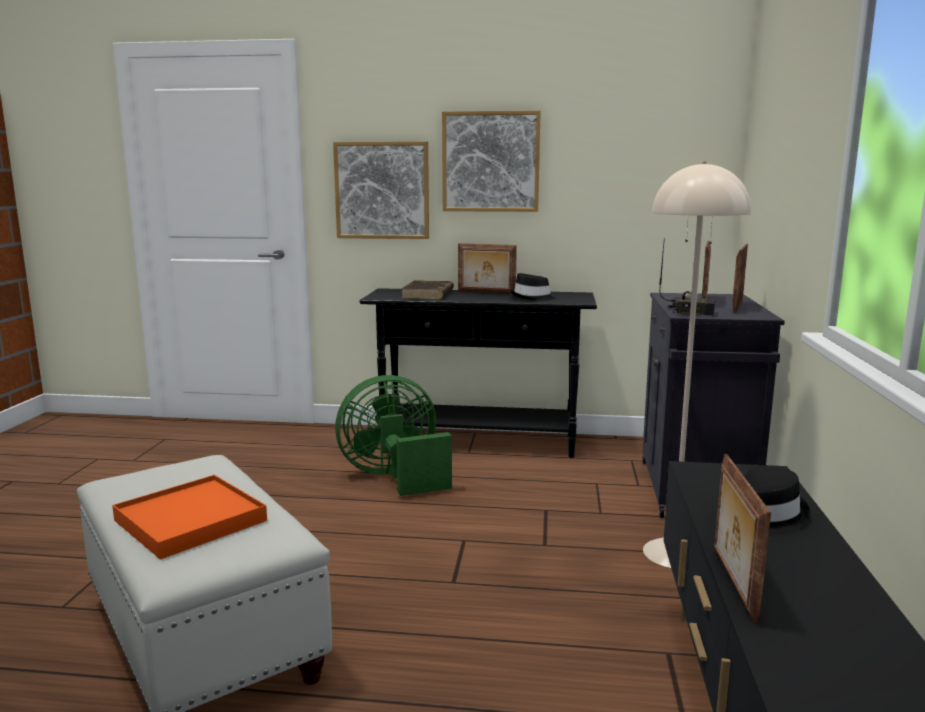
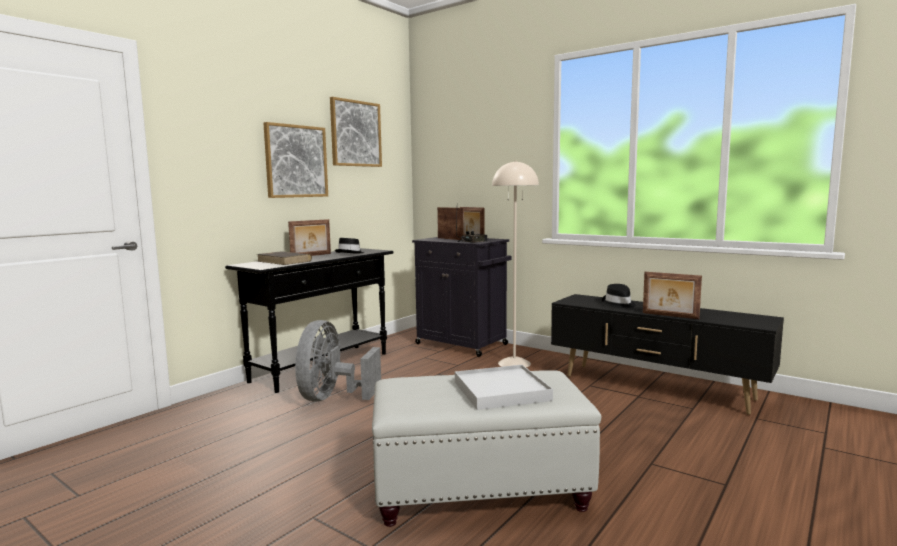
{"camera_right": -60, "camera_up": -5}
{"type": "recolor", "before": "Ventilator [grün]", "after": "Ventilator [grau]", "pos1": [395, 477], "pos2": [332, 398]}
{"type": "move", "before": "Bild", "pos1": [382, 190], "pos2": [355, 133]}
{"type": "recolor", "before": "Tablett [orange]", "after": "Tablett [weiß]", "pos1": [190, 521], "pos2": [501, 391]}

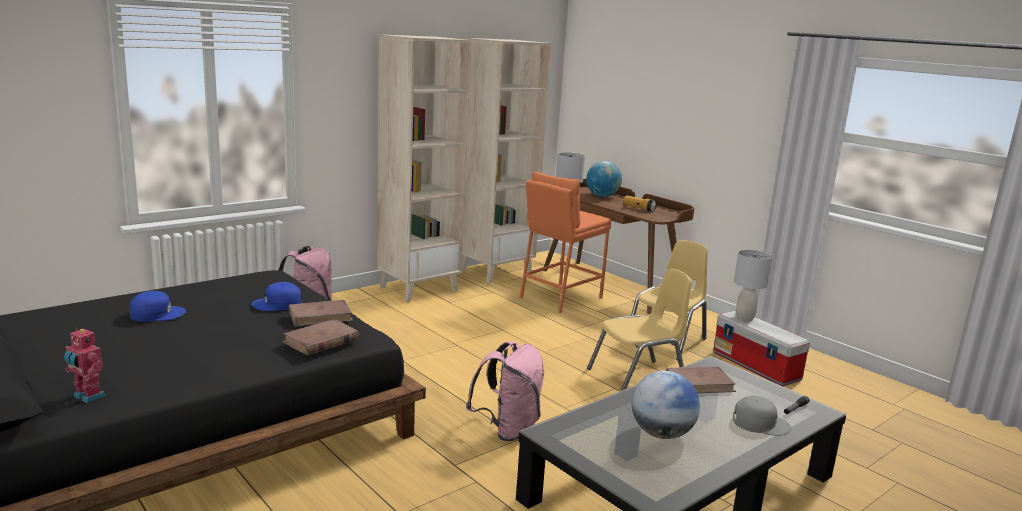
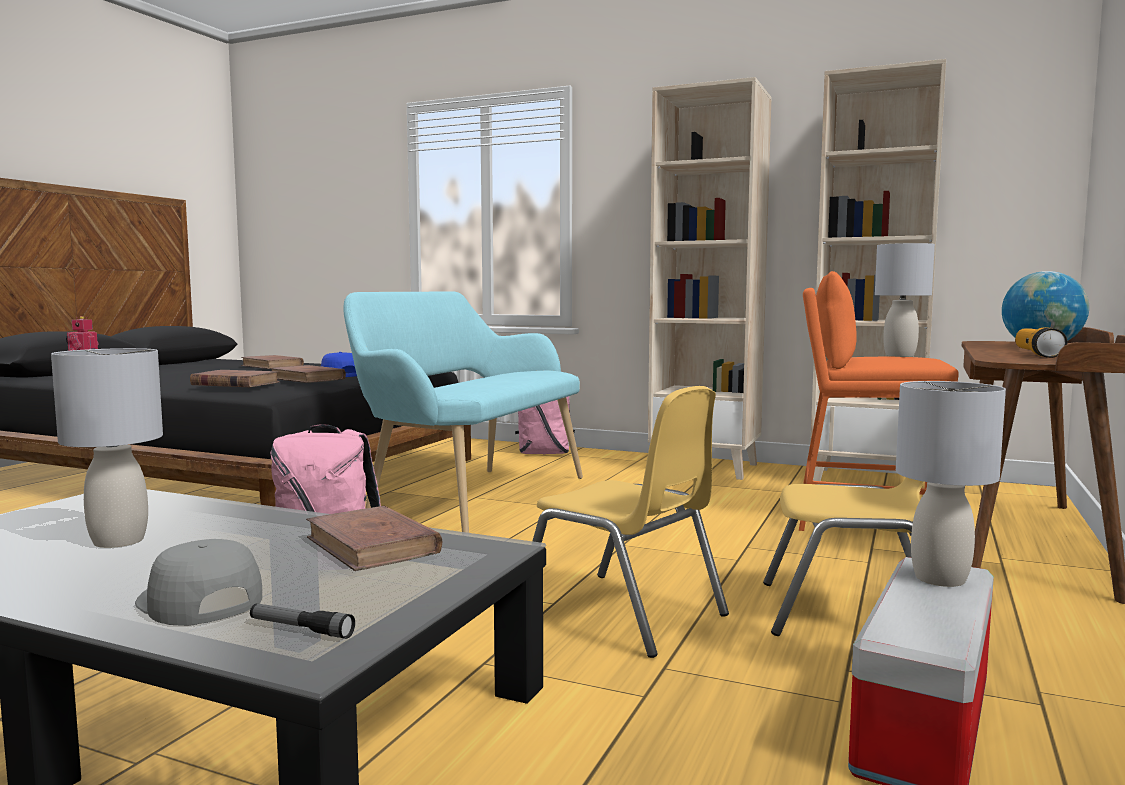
{"camera_right": 65, "camera_up": -10}
{"type": "replace", "before": "Globus", "after": "Tischlampe [grau]", "pos1": [661, 434], "pos2": [119, 540]}
{"type": "rotate", "before": "Kappe [grau]", "pos1": [760, 423], "pos2": [197, 601], "turn": 150}
{"type": "replace", "before": "Kappe [blau]", "after": "Buch [braun]", "pos1": [157, 313], "pos2": [272, 366]}
{"type": "insert", "after": "Bank [türkis]", "pos2": [471, 499]}

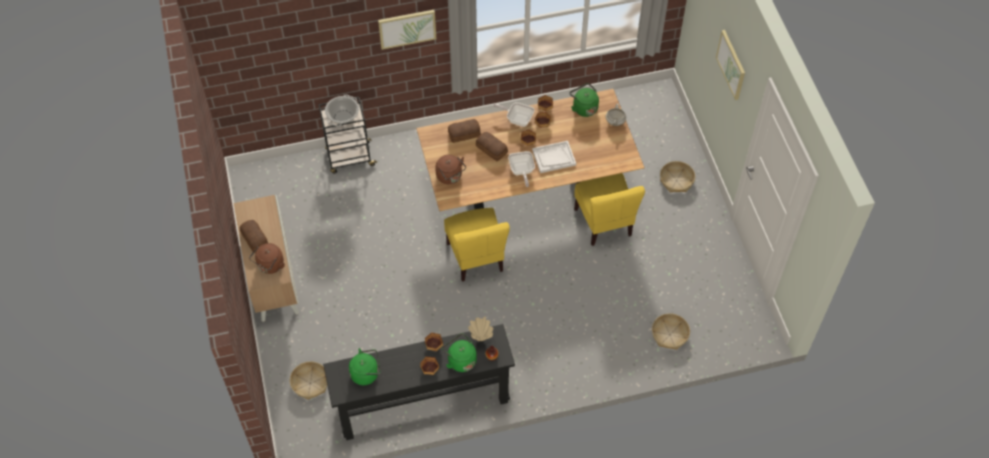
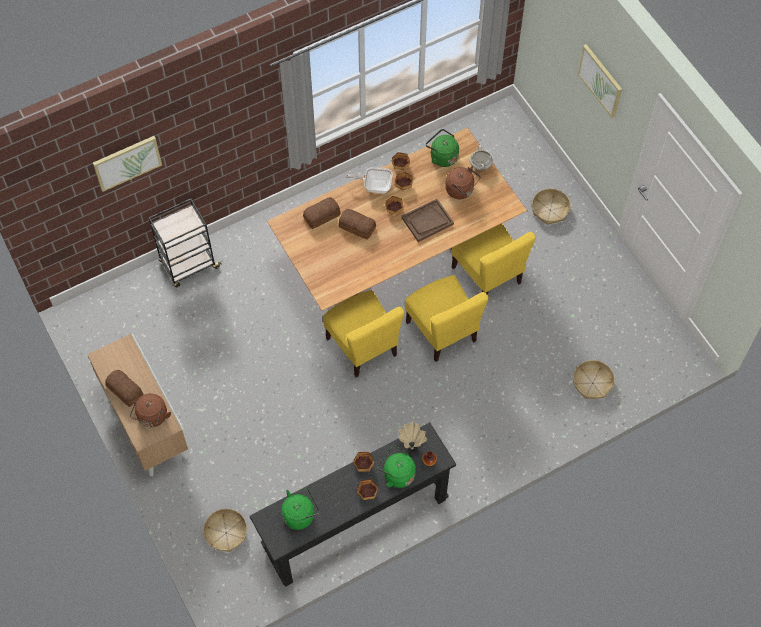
{"camera_right": -15, "camera_up": 5}
{"type": "move", "before": "Bild", "pos1": [407, 28], "pos2": [127, 162]}
{"type": "recolor", "before": "Tablett [weiß]", "after": "Tablett [braun]", "pos1": [554, 158], "pos2": [427, 221]}
{"type": "insert", "after": "Stuhl [gelb]", "pos2": [442, 331]}
{"type": "move", "before": "Wasserkessel [braun]", "pos1": [450, 177], "pos2": [461, 190]}
{"type": "delete", "before": "Kochtopf", "pos1": [343, 117]}
{"type": "delete", "before": "Pfanne", "pos1": [521, 171]}

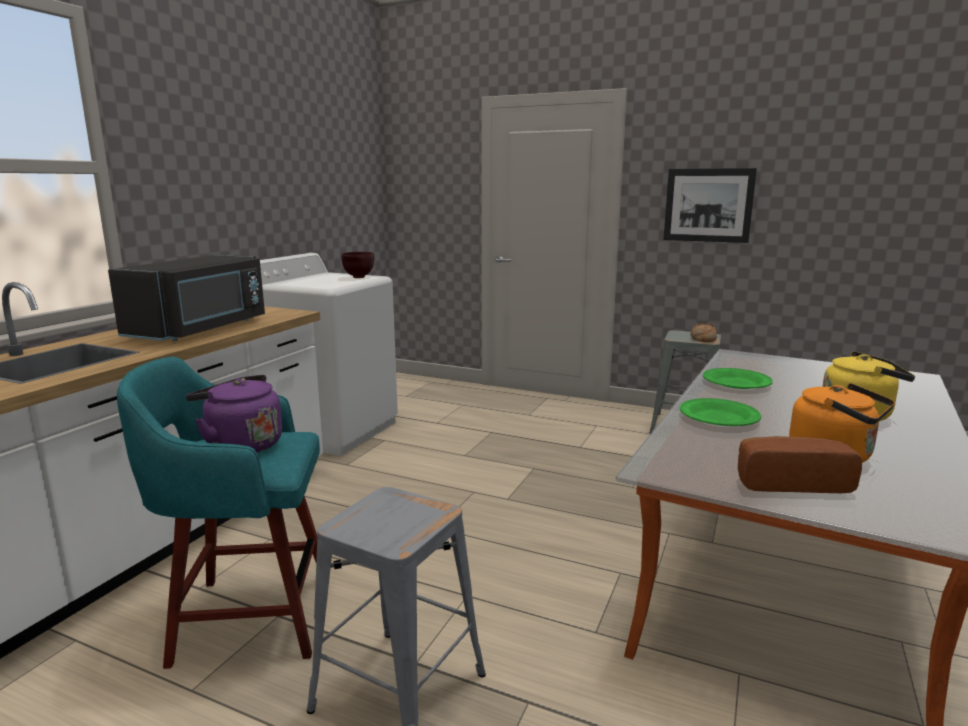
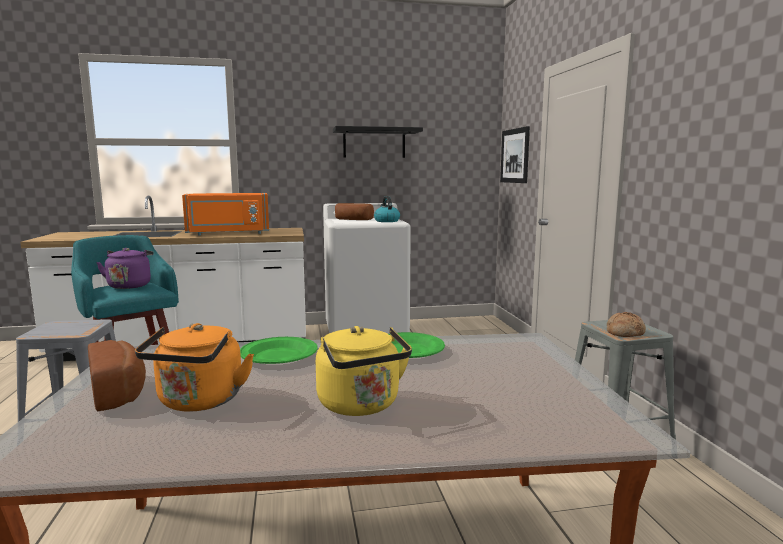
{"camera_right": 55, "camera_up": -5}
{"type": "recolor", "before": "Mikrowelle [schwarz]", "after": "Mikrowelle [orange]", "pos1": [201, 329], "pos2": [228, 233]}
{"type": "insert", "after": "Wandregal [schwarz]", "pos2": [374, 143]}
{"type": "insert", "after": "Brot", "pos2": [352, 219]}
{"type": "replace", "before": "Schüssel [braun]", "after": "Wasserkessel", "pos1": [358, 277], "pos2": [386, 221]}
{"type": "move", "before": "Bild", "pos1": [708, 205], "pos2": [515, 156]}

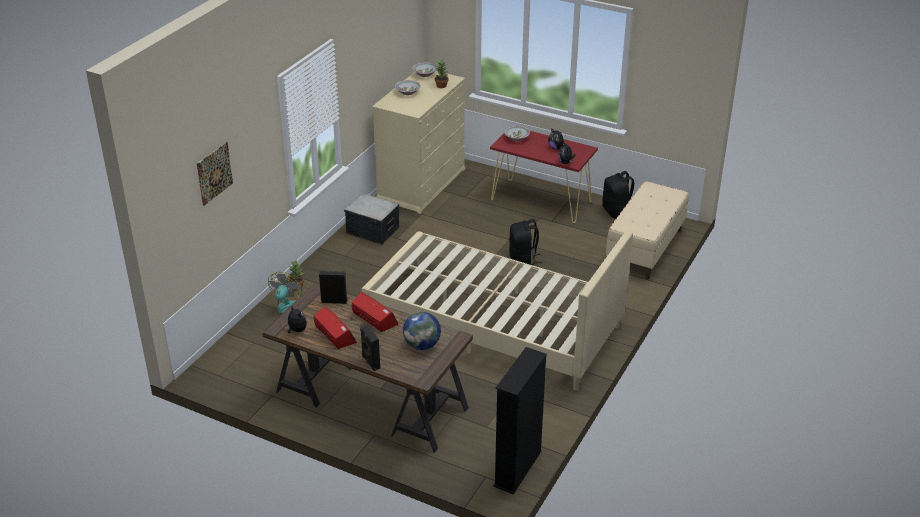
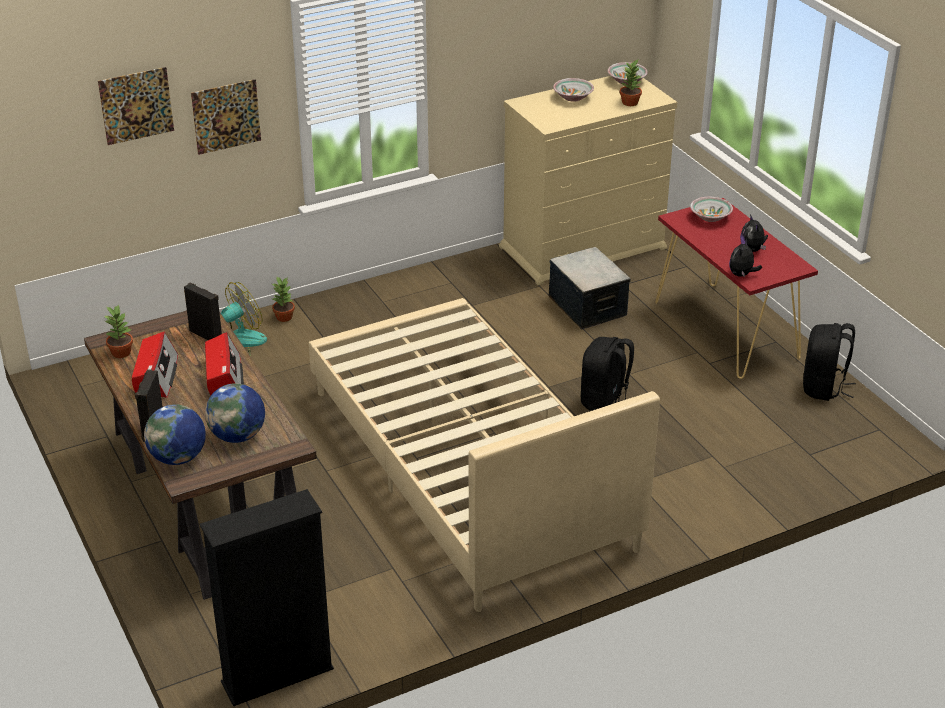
{"camera_right": 35, "camera_up": 0}
{"type": "replace", "before": "Plüschtier", "after": "Topfpflanze", "pos1": [296, 330], "pos2": [121, 352]}
{"type": "insert", "after": "Globus", "pos2": [178, 458]}
{"type": "insert", "after": "Bild", "pos2": [226, 116]}
{"type": "move", "before": "Aufbewahrungsbox", "pos1": [373, 231], "pos2": [588, 306]}
{"type": "delete", "before": "Bank [beige]", "pos1": [645, 249]}

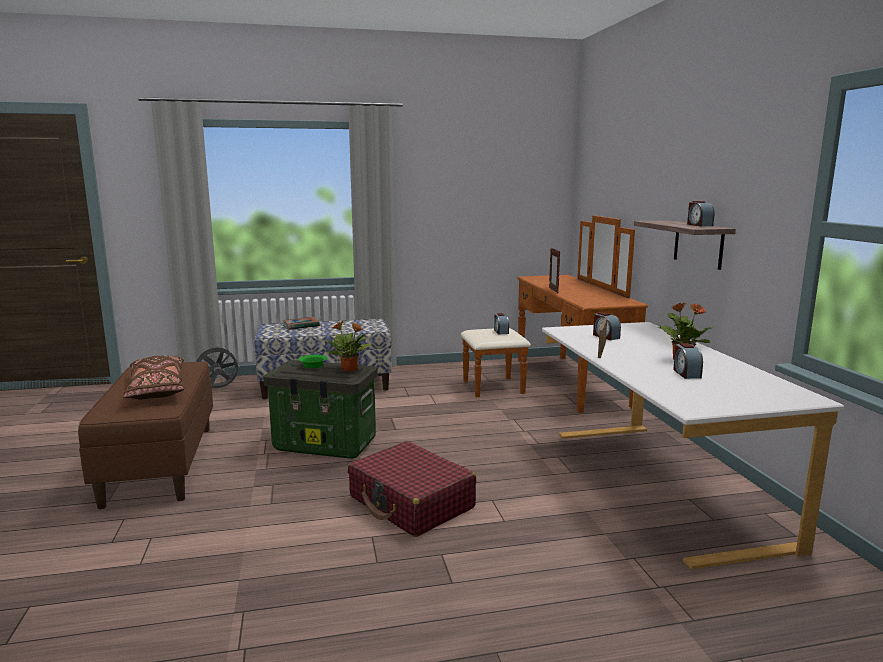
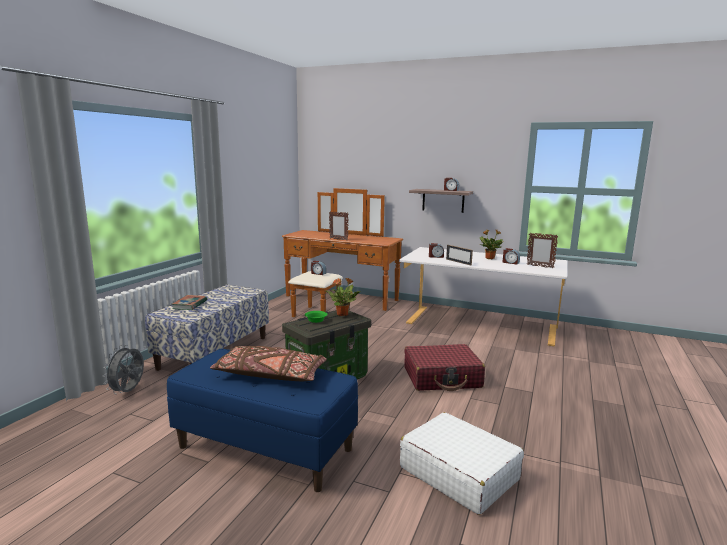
{"camera_right": -55, "camera_up": 0}
{"type": "recolor", "before": "Bank [braun]", "after": "Bank [blau]", "pos1": [160, 463], "pos2": [264, 448]}
{"type": "insert", "after": "Koffer [weiß]", "pos2": [458, 473]}
{"type": "insert", "after": "Bilderrahmen", "pos2": [539, 266]}

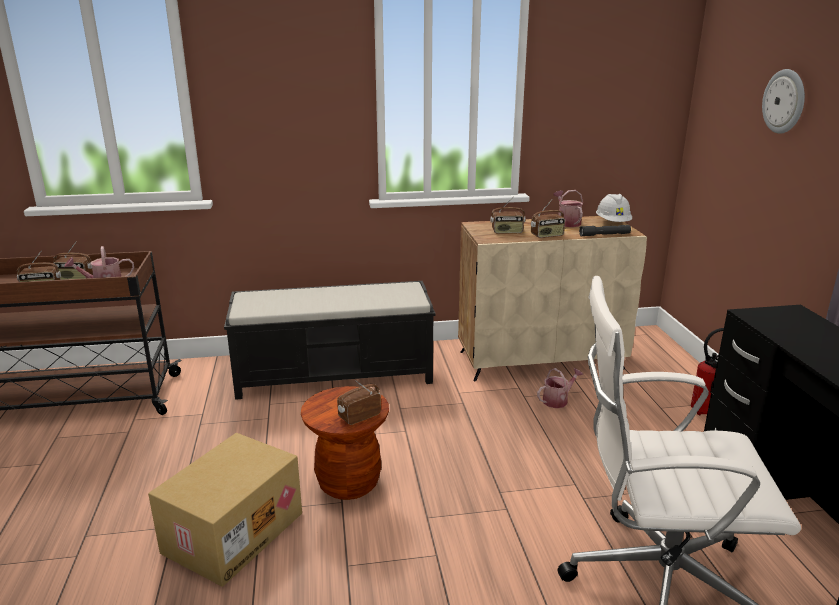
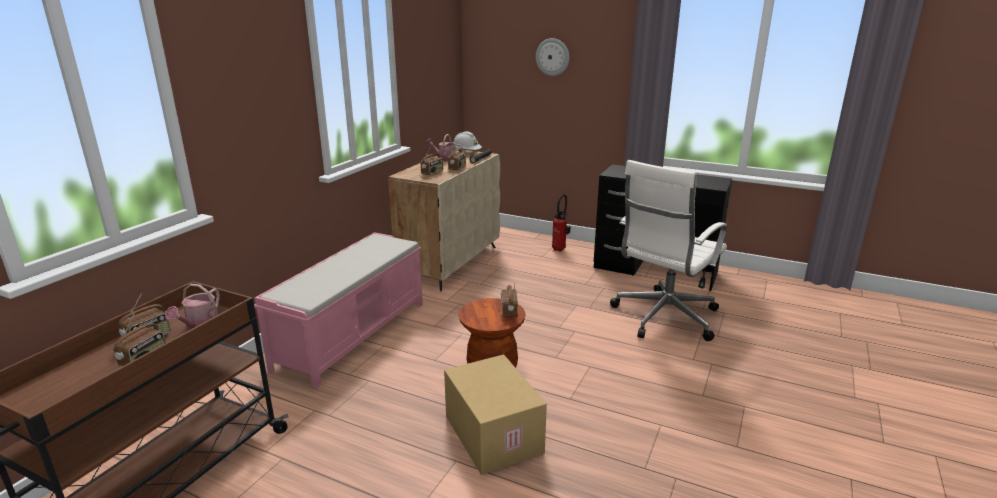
{"camera_right": -55, "camera_up": 0}
{"type": "recolor", "before": "Bank [schwarz]", "after": "Bank [rosa]", "pos1": [336, 375], "pos2": [353, 334]}
{"type": "delete", "before": "Gießkanne", "pos1": [558, 400]}

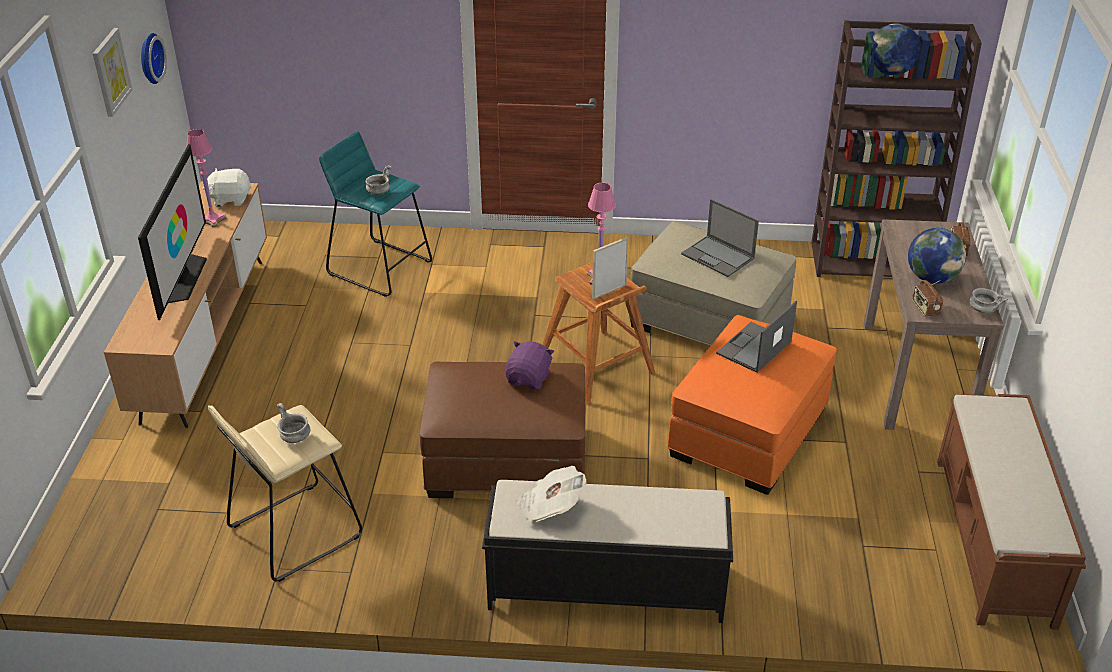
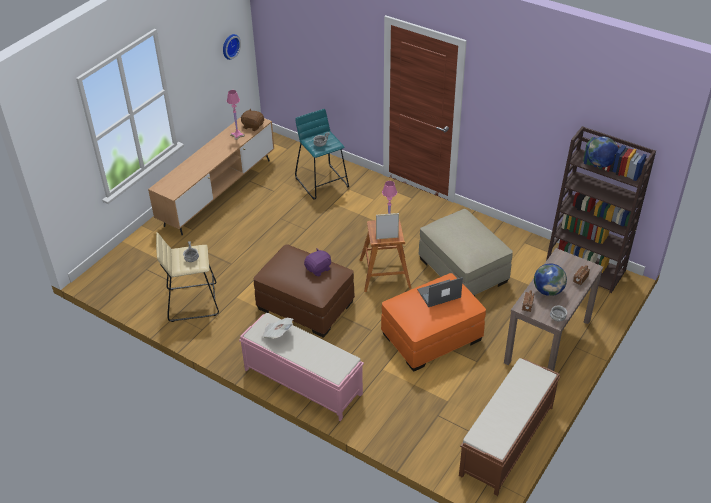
{"camera_right": 30, "camera_up": 5}
{"type": "recolor", "before": "Bank [schwarz]", "after": "Bank [rosa]", "pos1": [604, 586], "pos2": [302, 381]}
{"type": "recolor", "before": "Plüschtier [weiß]", "after": "Plüschtier [braun]", "pos1": [230, 199], "pos2": [253, 126]}
{"type": "delete", "before": "Bild", "pos1": [110, 72]}
{"type": "delete", "before": "Fernseher", "pos1": [182, 278]}
{"type": "delete", "before": "Laptop", "pos1": [718, 256]}

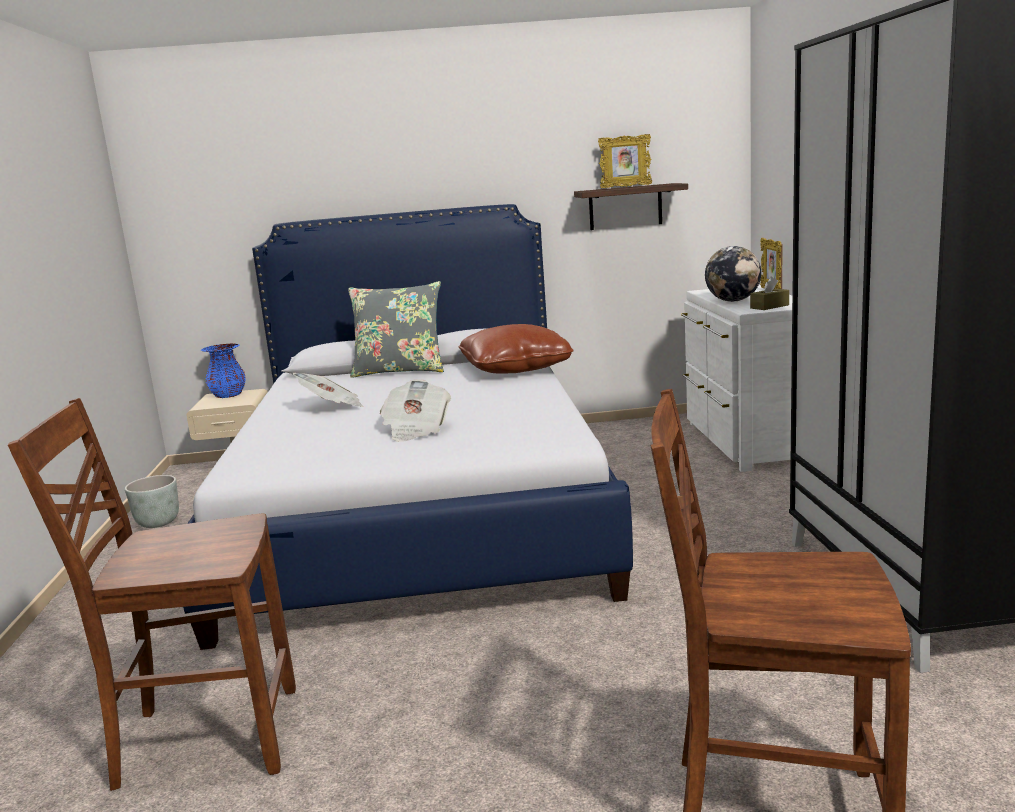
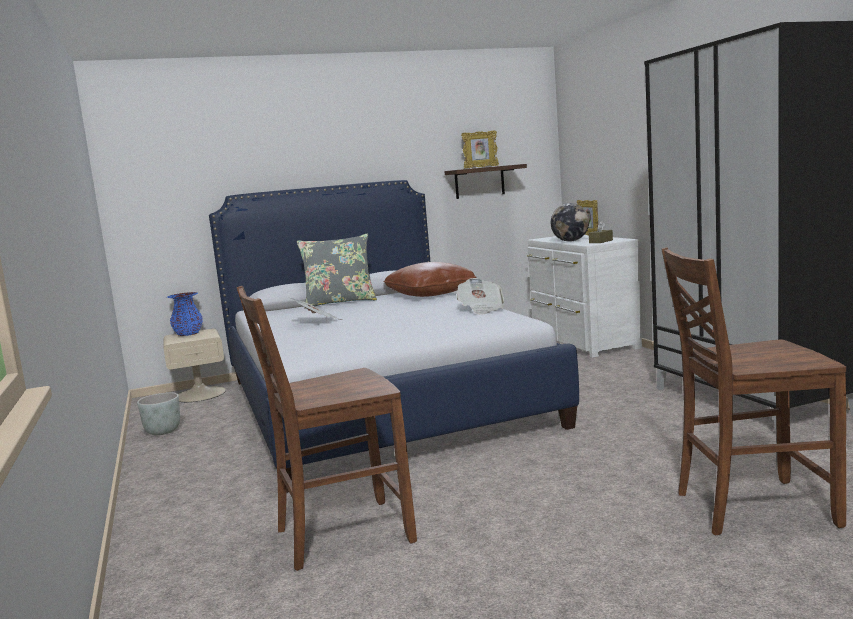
{"camera_right": -15, "camera_up": -5}
{"type": "move", "before": "Zeitung", "pos1": [416, 430], "pos2": [481, 309]}

